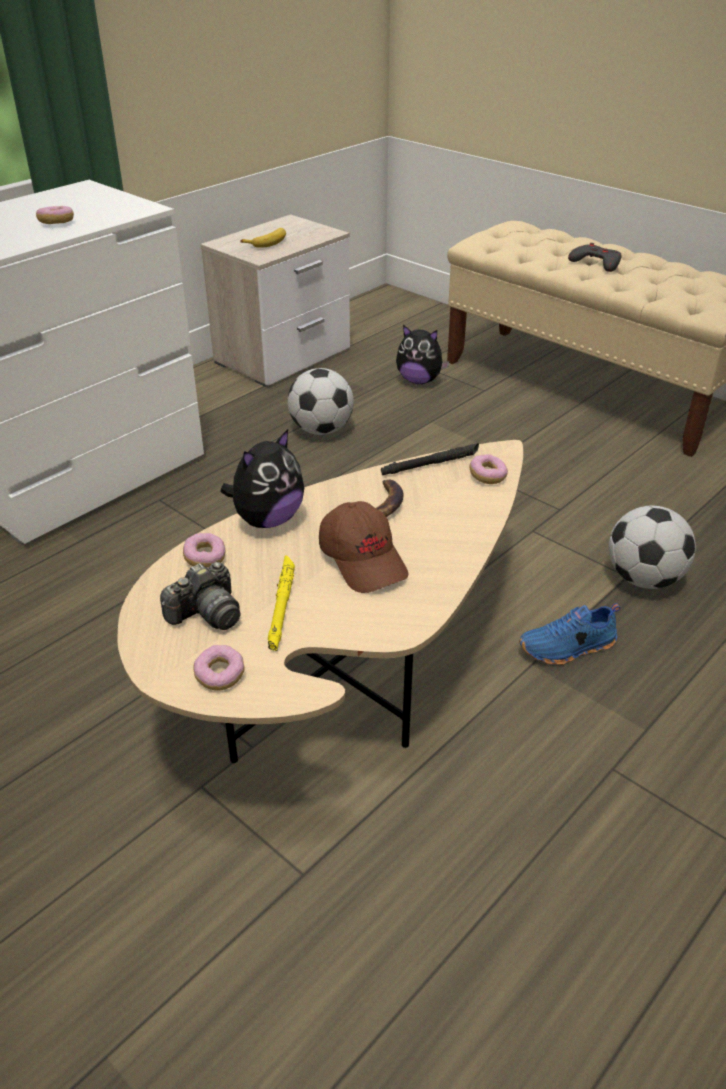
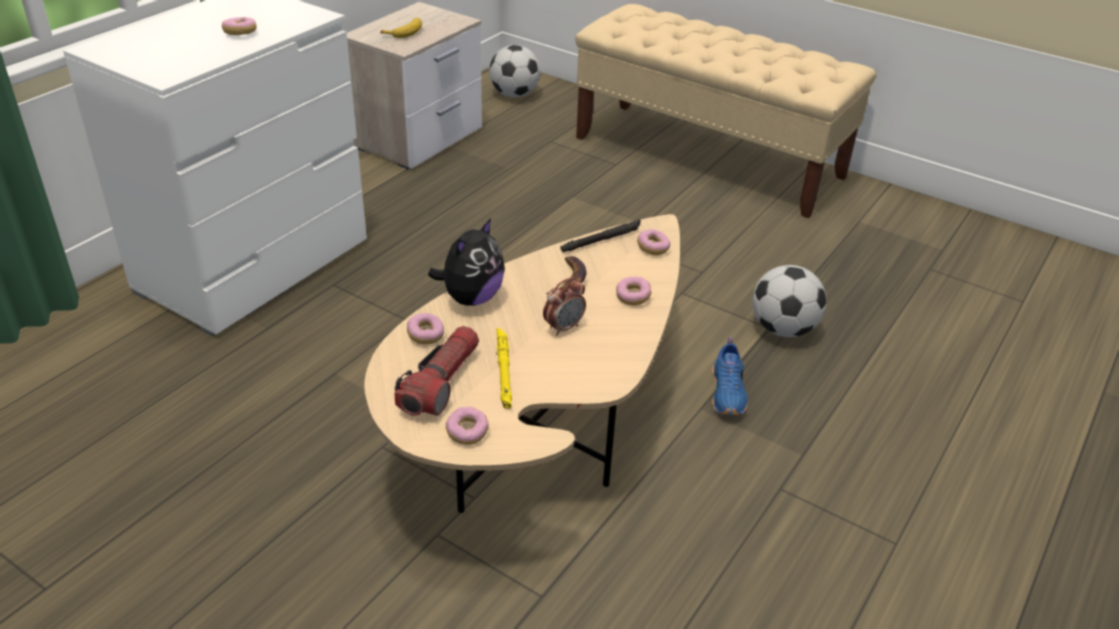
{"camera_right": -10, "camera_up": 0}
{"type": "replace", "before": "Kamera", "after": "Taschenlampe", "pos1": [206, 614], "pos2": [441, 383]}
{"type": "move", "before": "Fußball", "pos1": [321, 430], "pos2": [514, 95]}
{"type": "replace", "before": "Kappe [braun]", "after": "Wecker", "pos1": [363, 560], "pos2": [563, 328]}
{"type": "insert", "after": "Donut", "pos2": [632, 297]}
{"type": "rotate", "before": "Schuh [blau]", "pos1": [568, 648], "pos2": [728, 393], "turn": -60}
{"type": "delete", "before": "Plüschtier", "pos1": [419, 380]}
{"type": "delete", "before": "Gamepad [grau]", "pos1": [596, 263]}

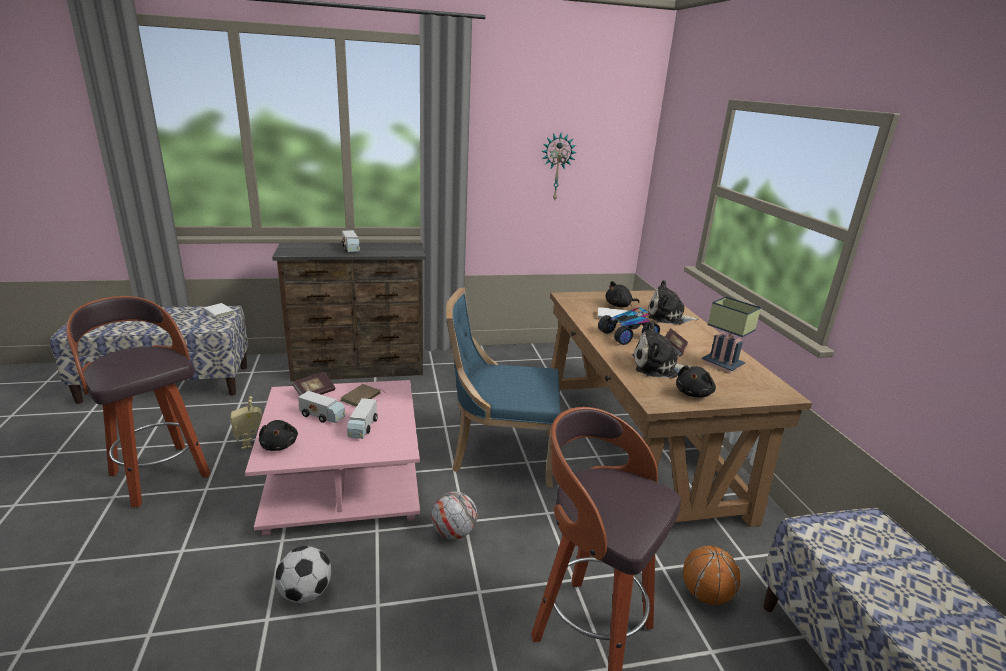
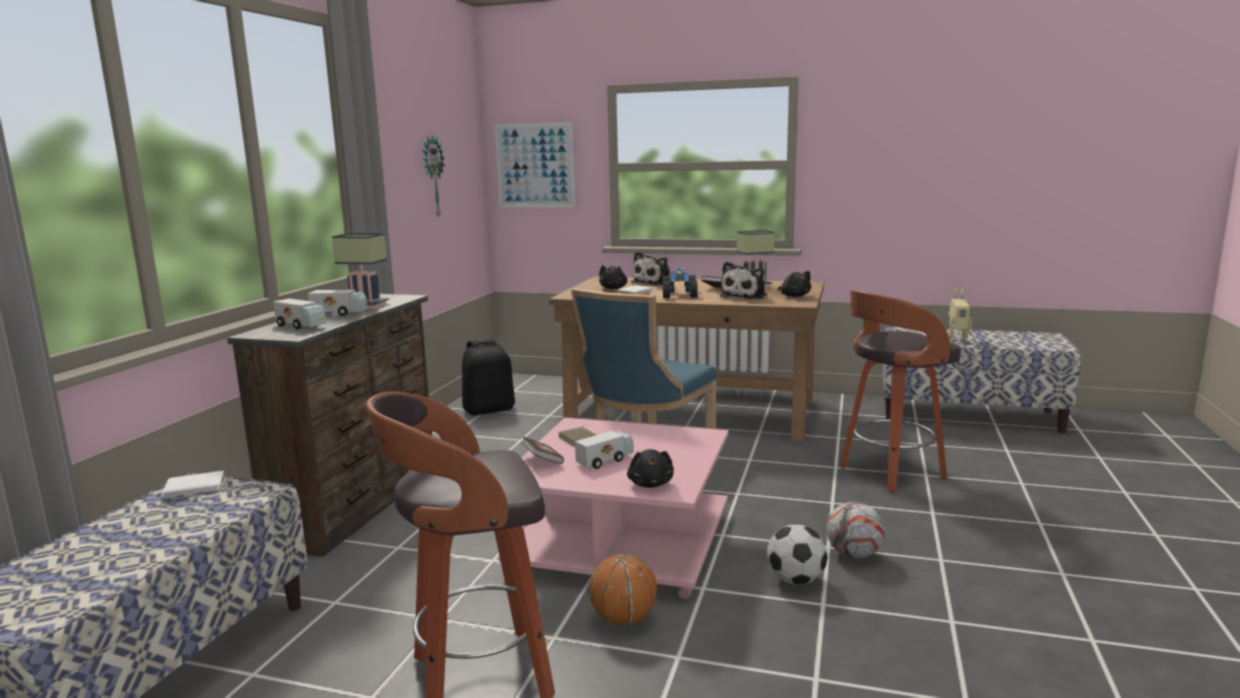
{"camera_right": -60, "camera_up": -10}
{"type": "move", "before": "Spielzeuglaster", "pos1": [362, 428], "pos2": [301, 326]}
{"type": "insert", "after": "Tischlampe", "pos2": [368, 305]}
{"type": "insert", "after": "Rucksack [schwarz]", "pos2": [489, 410]}
{"type": "insert", "after": "Bild", "pos2": [535, 165]}
{"type": "move", "before": "Basketball", "pos1": [705, 594], "pos2": [623, 619]}
{"type": "rotate", "before": "Plüschtier [schwarz]", "pos1": [279, 445], "pos2": [651, 484], "turn": 75}
{"type": "move", "before": "Fußball", "pos1": [453, 532], "pos2": [853, 555]}
{"type": "move", "before": "Spielzeugroboter", "pos1": [250, 443], "pos2": [956, 339]}

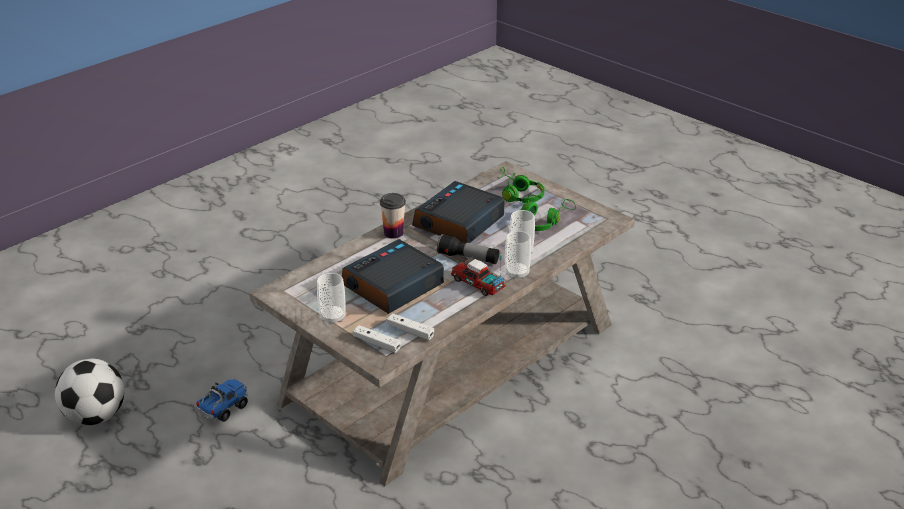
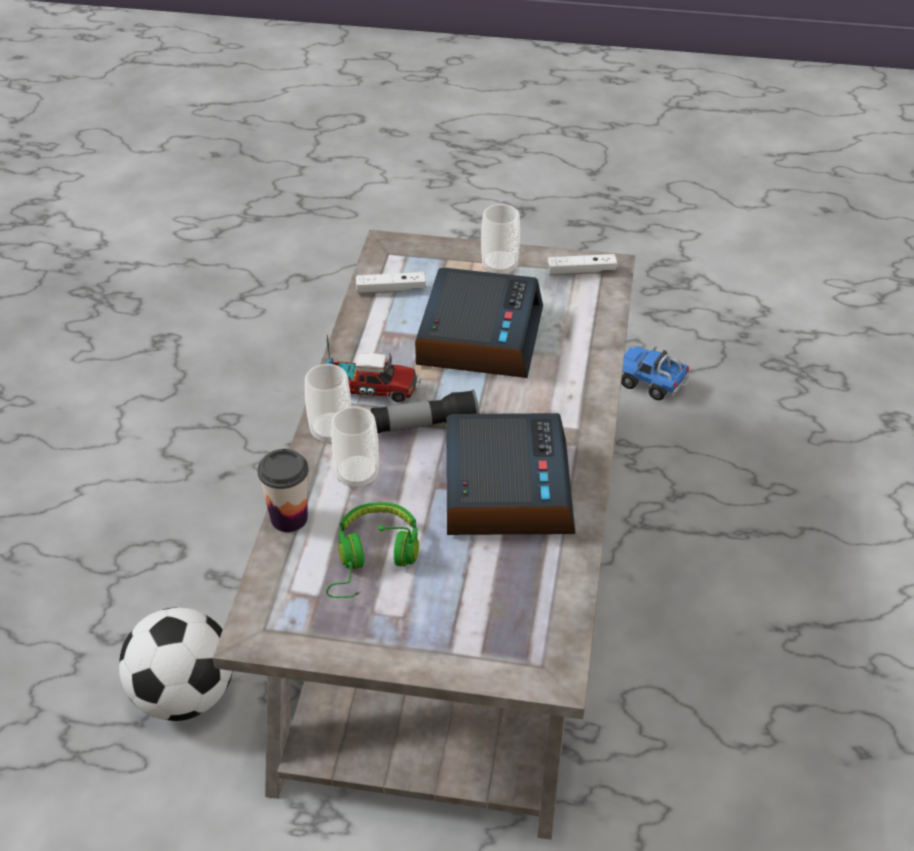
{"camera_right": 145, "camera_up": 10}
{"type": "move", "before": "Fußball", "pos1": [96, 416], "pos2": [184, 696]}
{"type": "move", "before": "Tasse", "pos1": [393, 233], "pos2": [289, 518]}
{"type": "move", "before": "Gamepad [weiß]", "pos1": [377, 344], "pos2": [581, 271]}
{"type": "rotate", "before": "Spielzeuglaster", "pos1": [224, 409], "pos2": [650, 383], "turn": 120}
{"type": "delete", "before": "Kopfhörer [grün]", "pos1": [518, 194]}

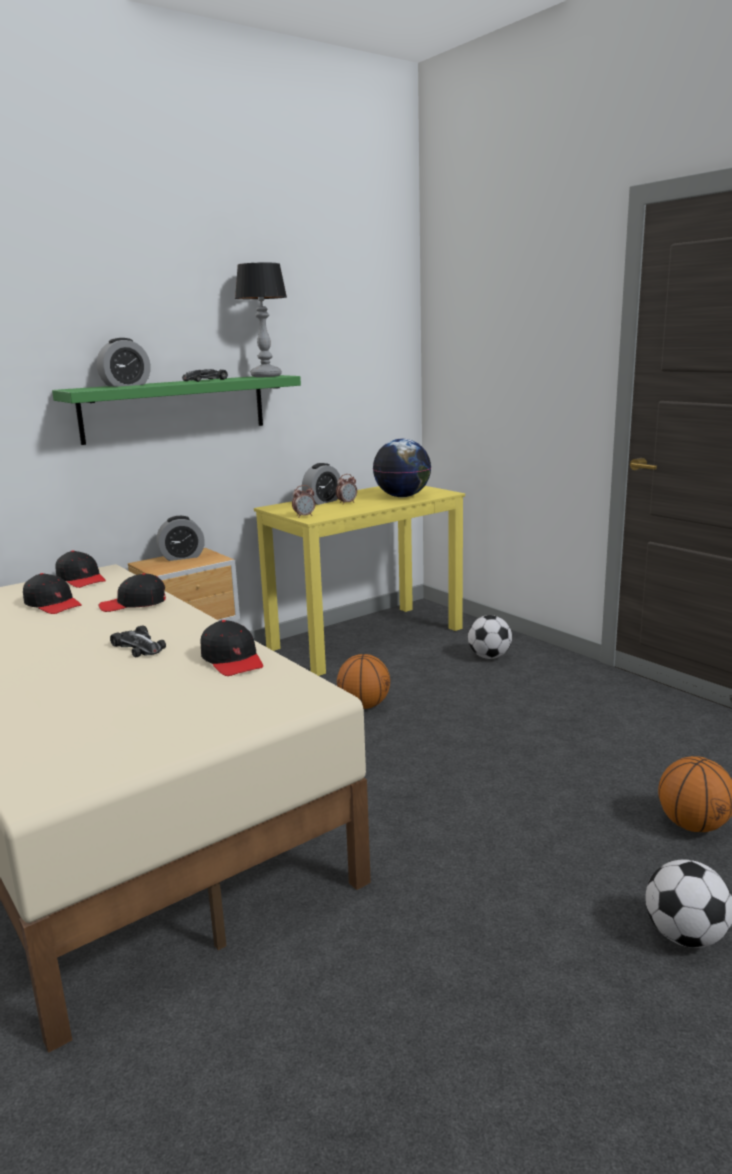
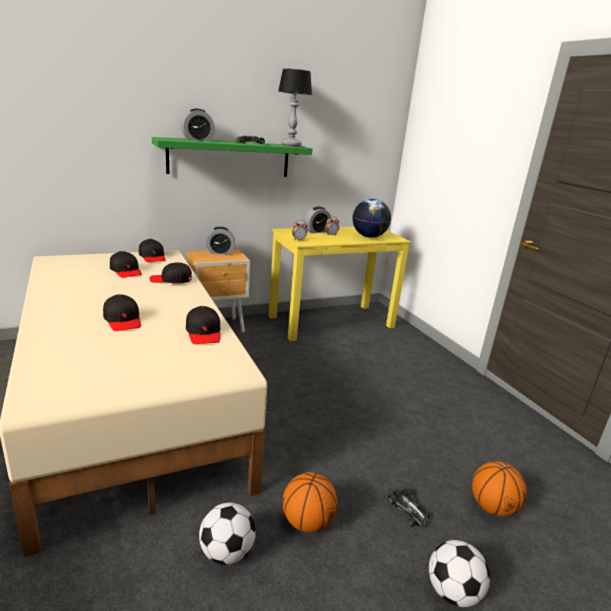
{"camera_right": 10, "camera_up": 5}
{"type": "insert", "after": "Kappe [schwarz]", "pos2": [123, 320]}
{"type": "move", "before": "Fußball", "pos1": [489, 657], "pos2": [227, 552]}
{"type": "move", "before": "Basketball", "pos1": [364, 706], "pos2": [307, 522]}
{"type": "move", "before": "Spielzeugauto", "pos1": [139, 647], "pos2": [408, 509]}

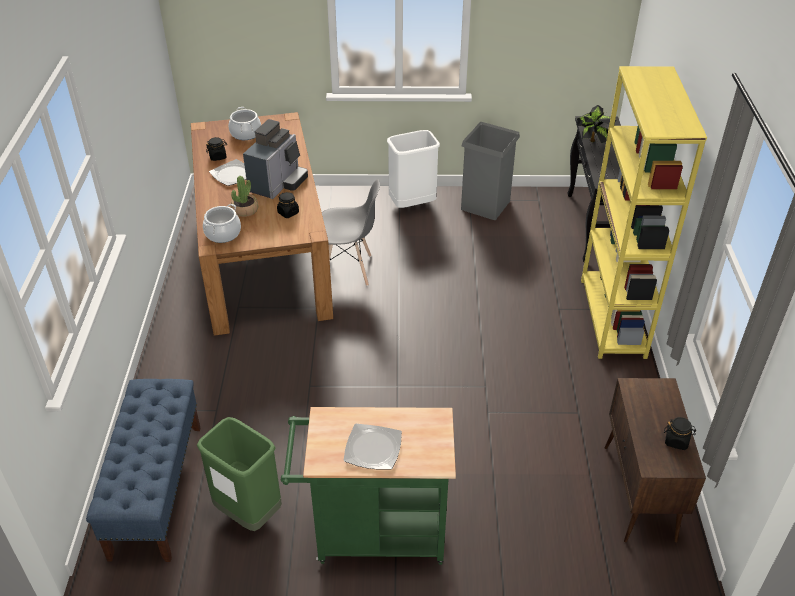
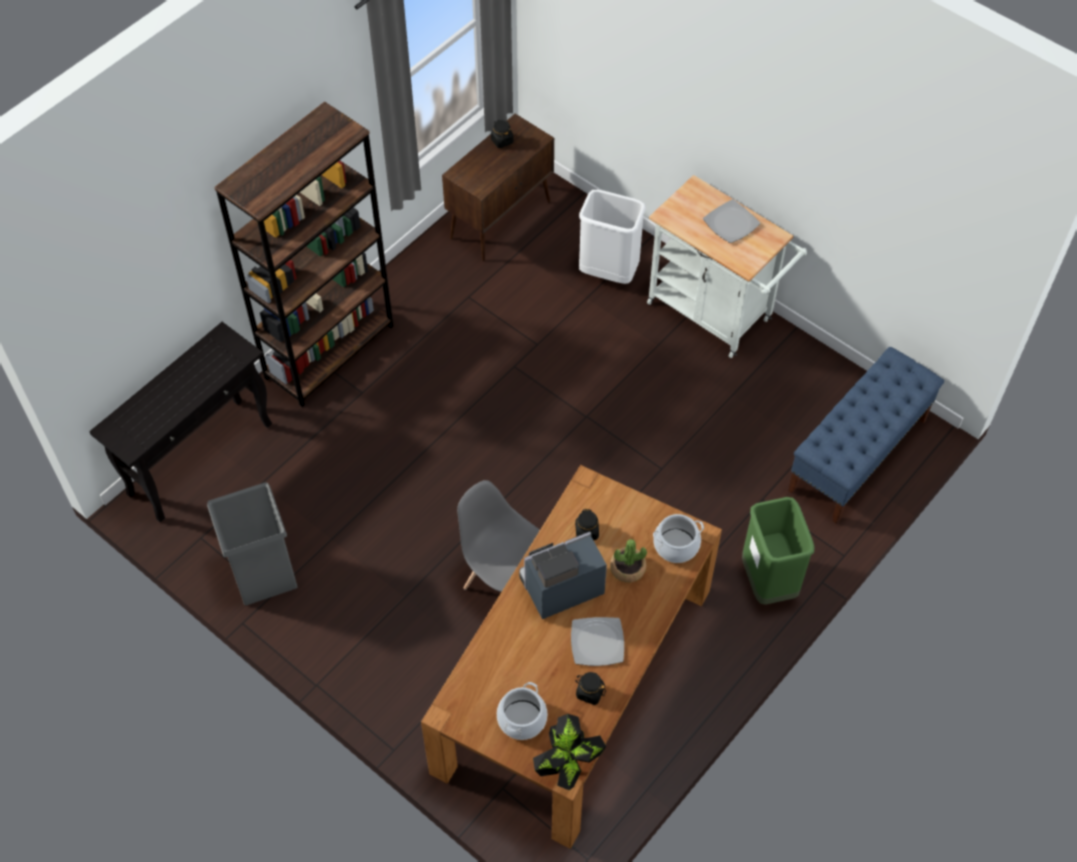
{"camera_right": -140, "camera_up": 15}
{"type": "recolor", "before": "Bücherregal [gelb]", "after": "Bücherregal [braun]", "pos1": [612, 318], "pos2": [329, 351]}
{"type": "move", "before": "Topfpflanze", "pos1": [592, 143], "pos2": [568, 765]}
{"type": "move", "before": "Mülleimer [weiß]", "pos1": [412, 205], "pos2": [609, 273]}
{"type": "recolor", "before": "Rollwagen [grün]", "after": "Rollwagen [weiß]", "pos1": [372, 534], "pos2": [715, 315]}
{"type": "move", "before": "Mülleimer [grün]", "pos1": [248, 513], "pos2": [768, 582]}

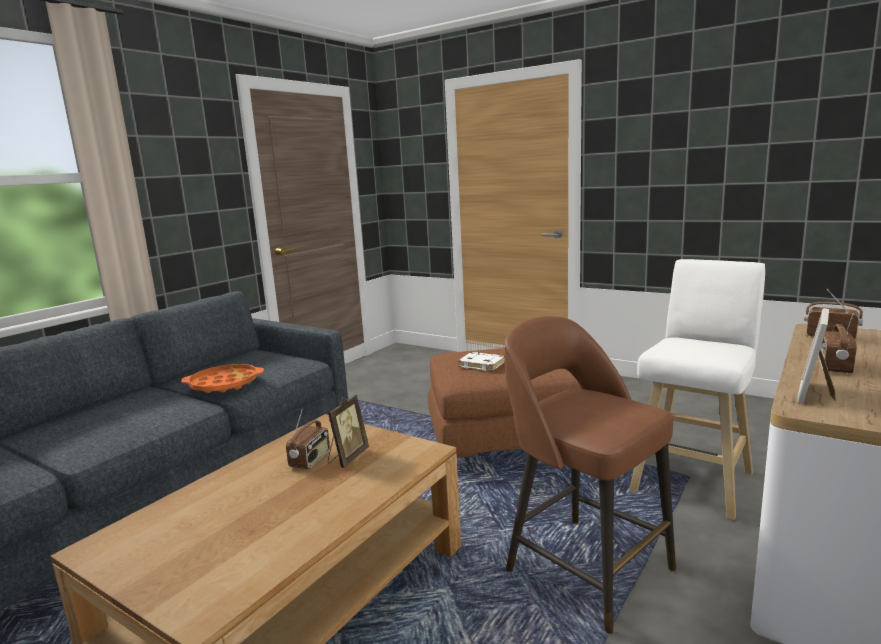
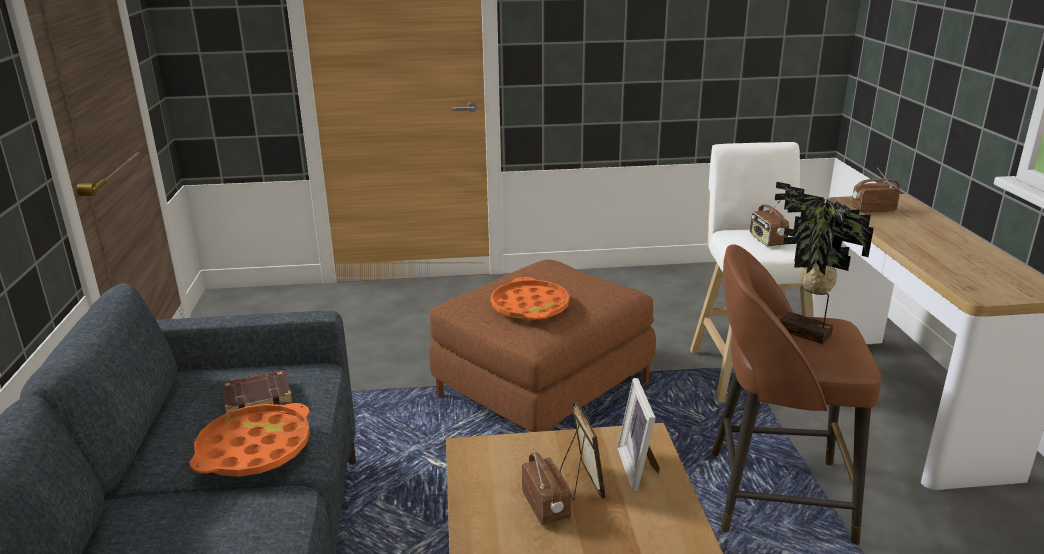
{"camera_right": -40, "camera_up": 10}
{"type": "insert", "after": "Buch [braun]", "pos2": [258, 397]}
{"type": "replace", "before": "Buch [weiß]", "after": "Tablett [orange]", "pos1": [482, 364], "pos2": [530, 307]}
{"type": "move", "before": "Bilderrahmen", "pos1": [816, 394], "pos2": [640, 468]}
{"type": "move", "before": "Radio", "pos1": [833, 367], "pos2": [766, 240]}
{"type": "insert", "after": "Topfpflanze", "pos2": [804, 334]}

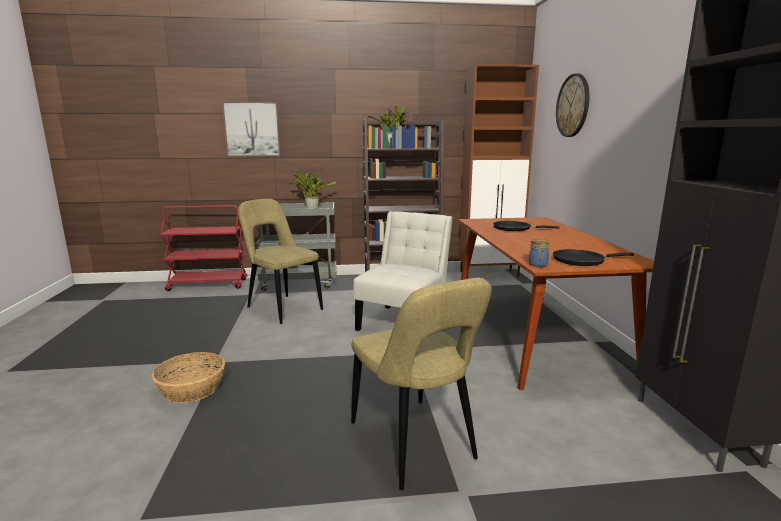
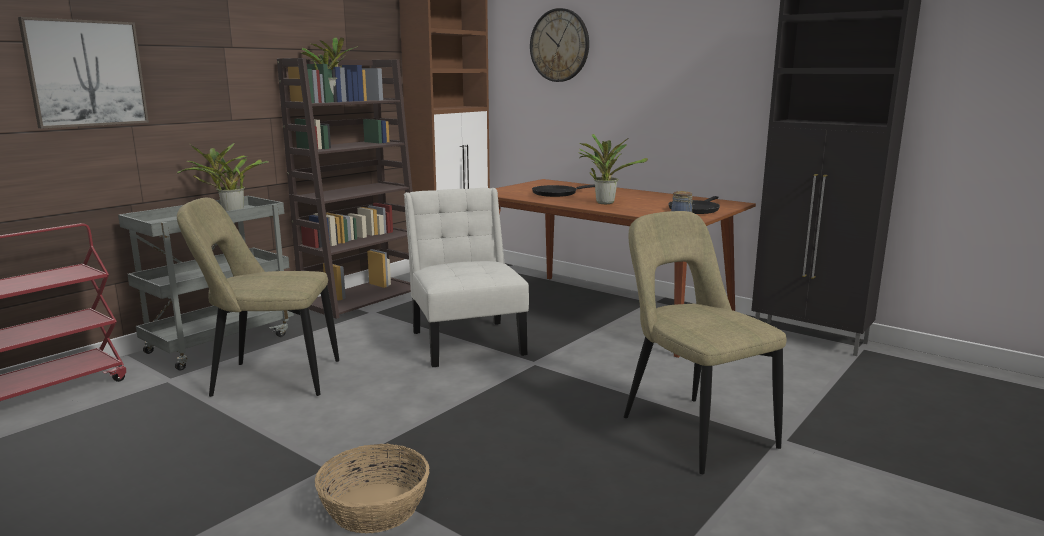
{"camera_right": -45, "camera_up": 0}
{"type": "insert", "after": "Topfpflanze", "pos2": [604, 202]}
{"type": "rotate", "before": "Stuhl [beige]", "pos1": [414, 444], "pos2": [692, 430], "turn": -135}

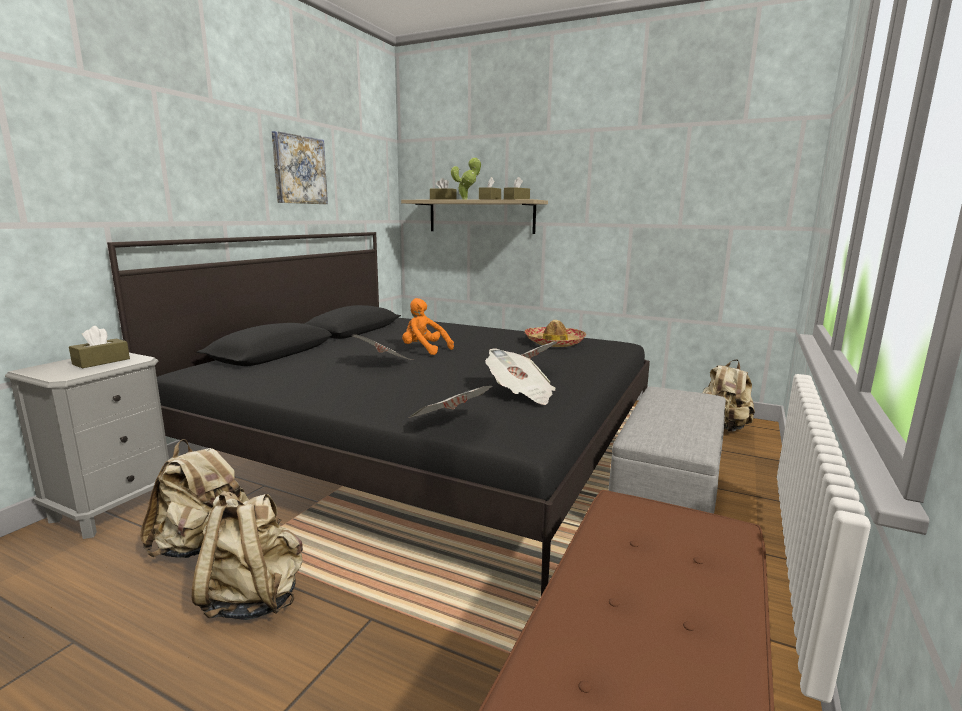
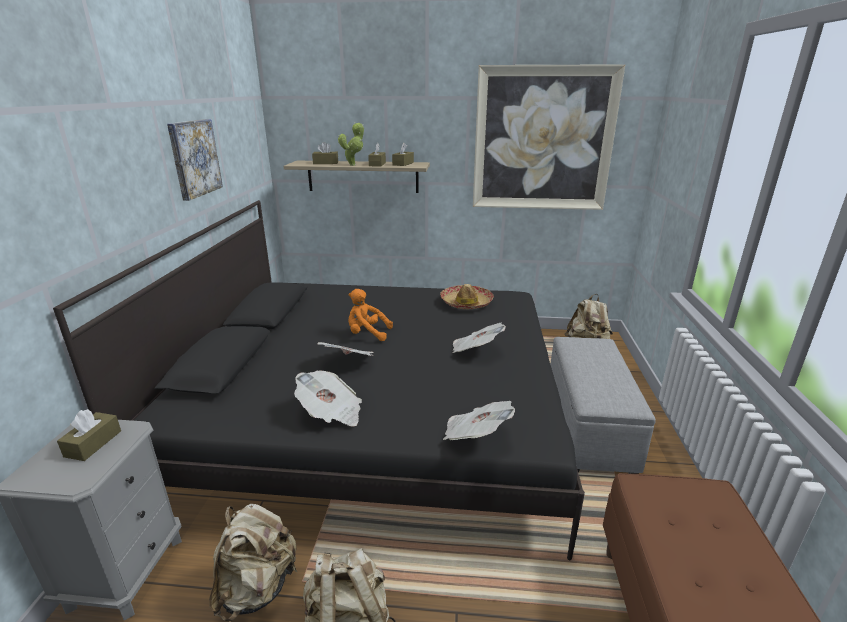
{"camera_right": -20, "camera_up": 10}
{"type": "move", "before": "Zeitung", "pos1": [520, 394], "pos2": [331, 413]}
{"type": "insert", "after": "Bild", "pos2": [542, 140]}

